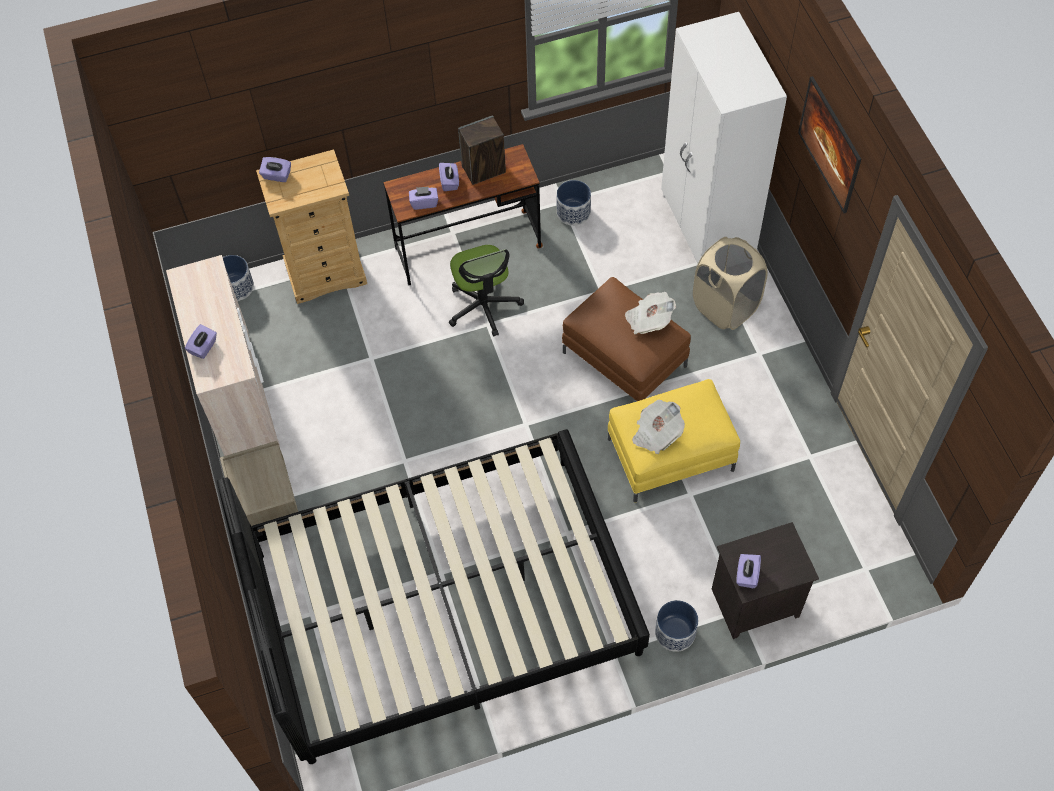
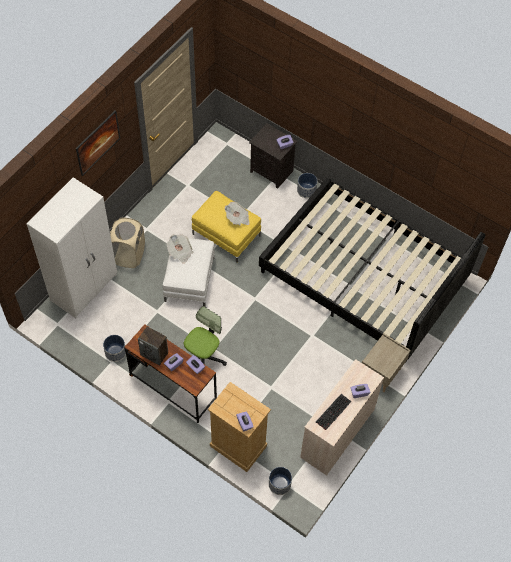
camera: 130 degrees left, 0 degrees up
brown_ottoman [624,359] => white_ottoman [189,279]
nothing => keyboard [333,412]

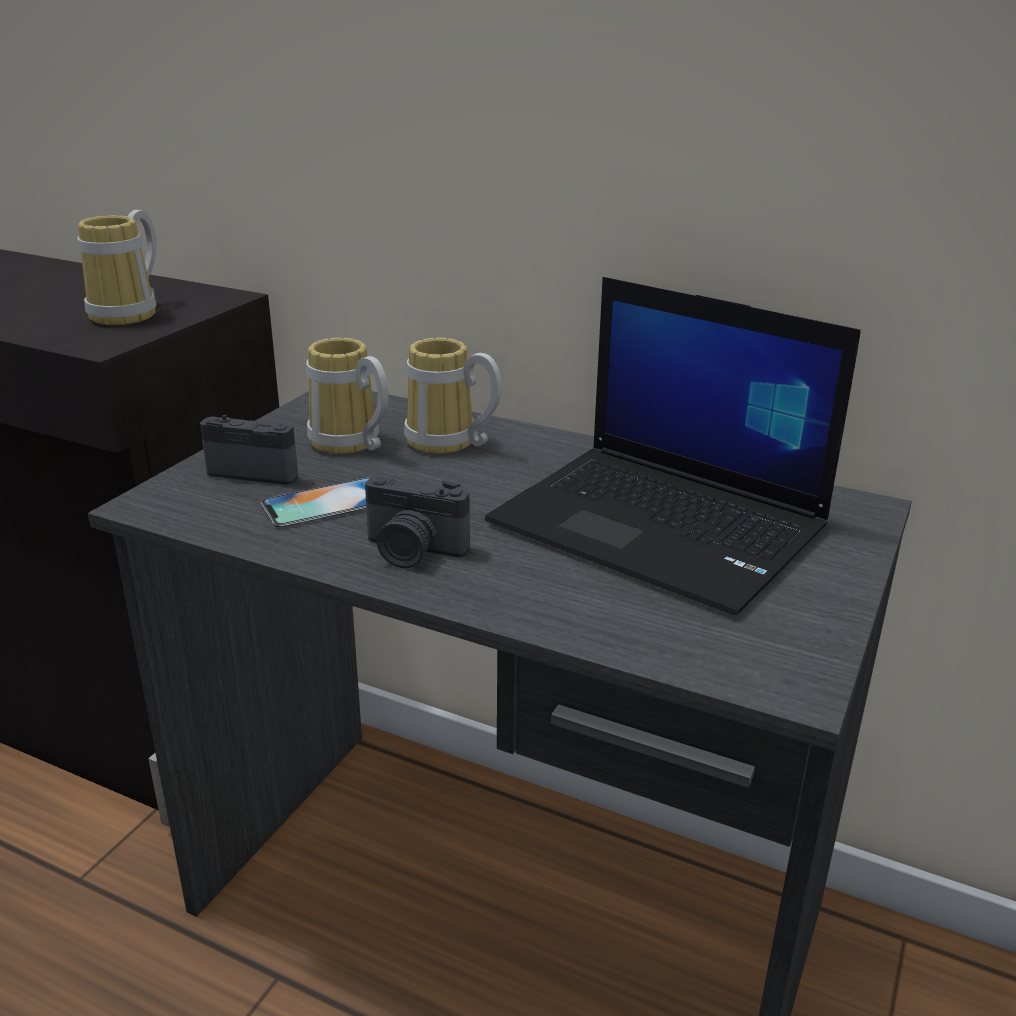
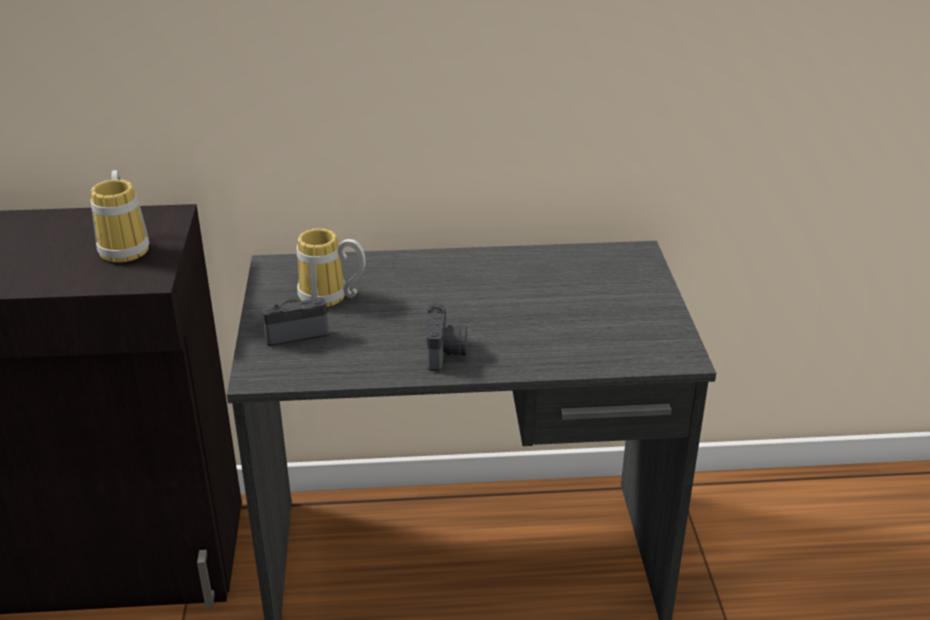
camera: 30 degrees left, 5 degrees up
phone [326,503] => nothing
photo_camera [412,552] => photo_camera [446,353], 75 degrees counterclockwise
mug [447,444] => nothing
laptop [663,525] => nothing

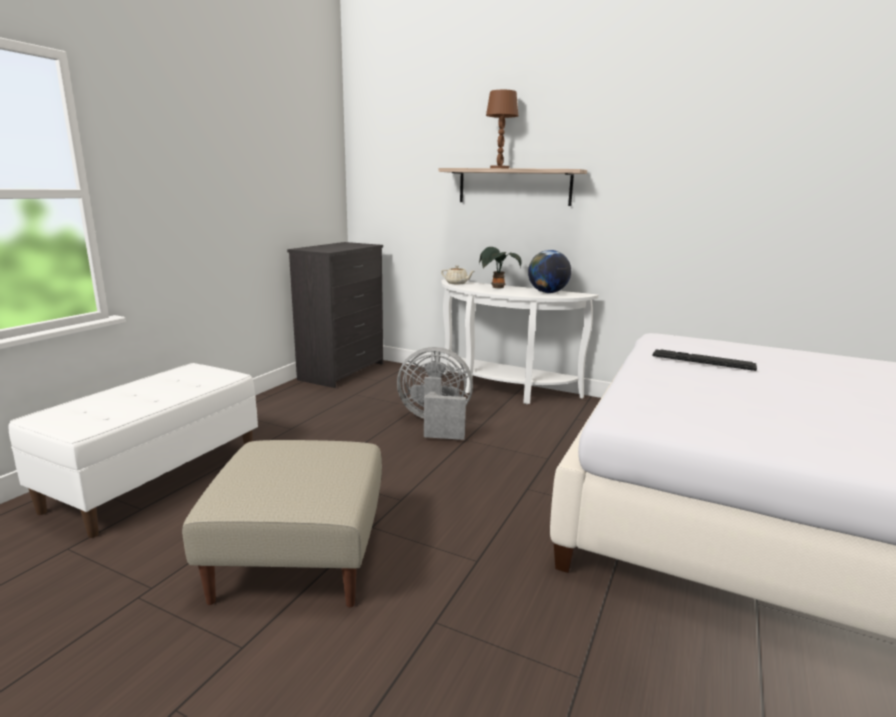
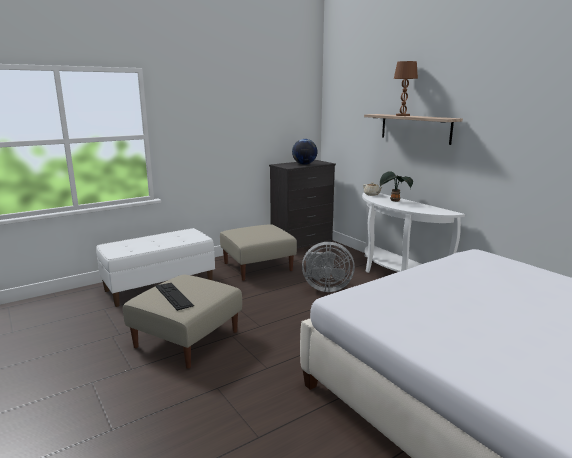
camera: 30 degrees right, 0 degrees up
grey_fan [435,423] => grey_fan [325,288], 150 degrees clockwise
globe [547,292] => globe [304,164], move
keyboard [703,360] => keyboard [174,295], move
nothing => beige_ottoman [258,266]

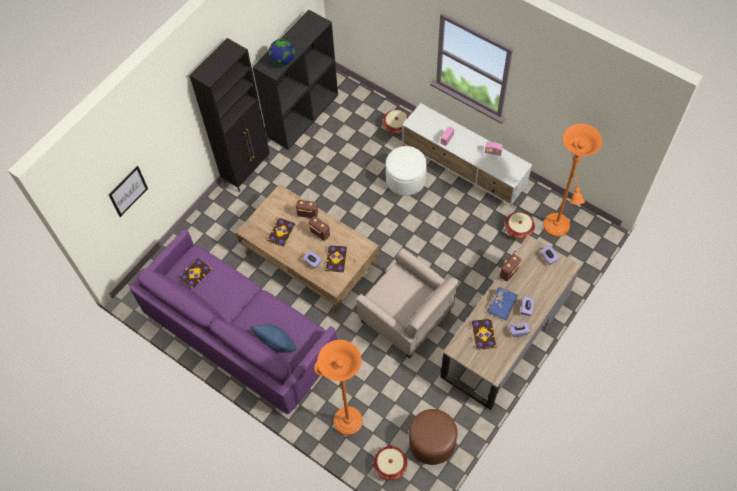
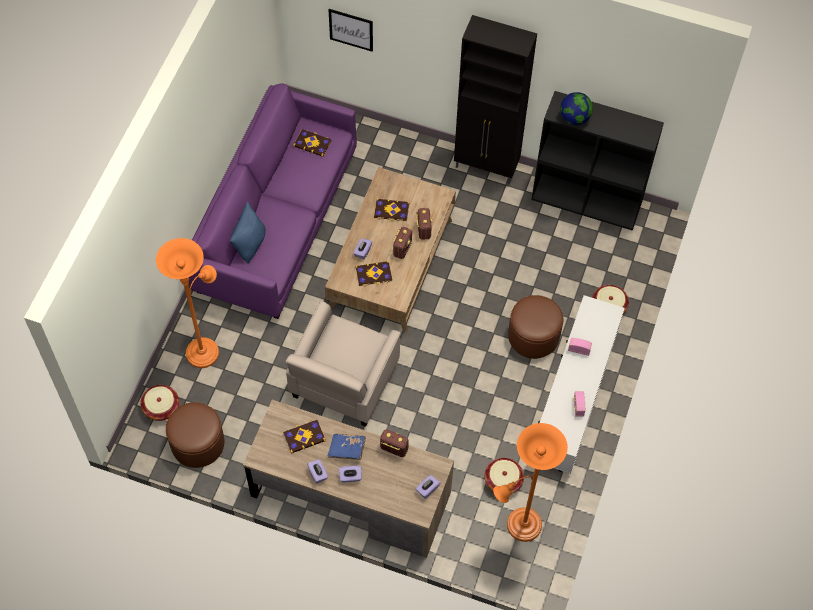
camera: 70 degrees right, 0 degrees up
white_ottoman [405,179] => brown_ottoman [533,336]

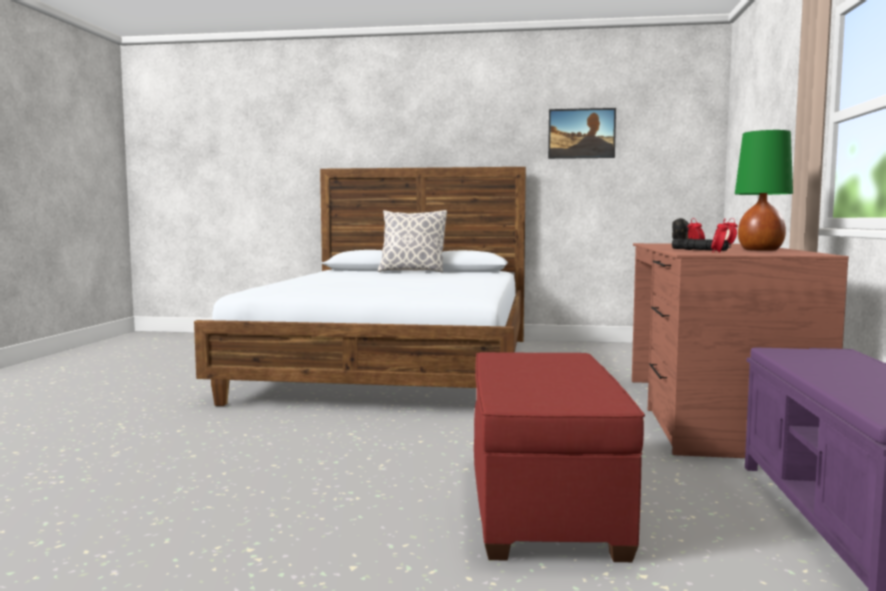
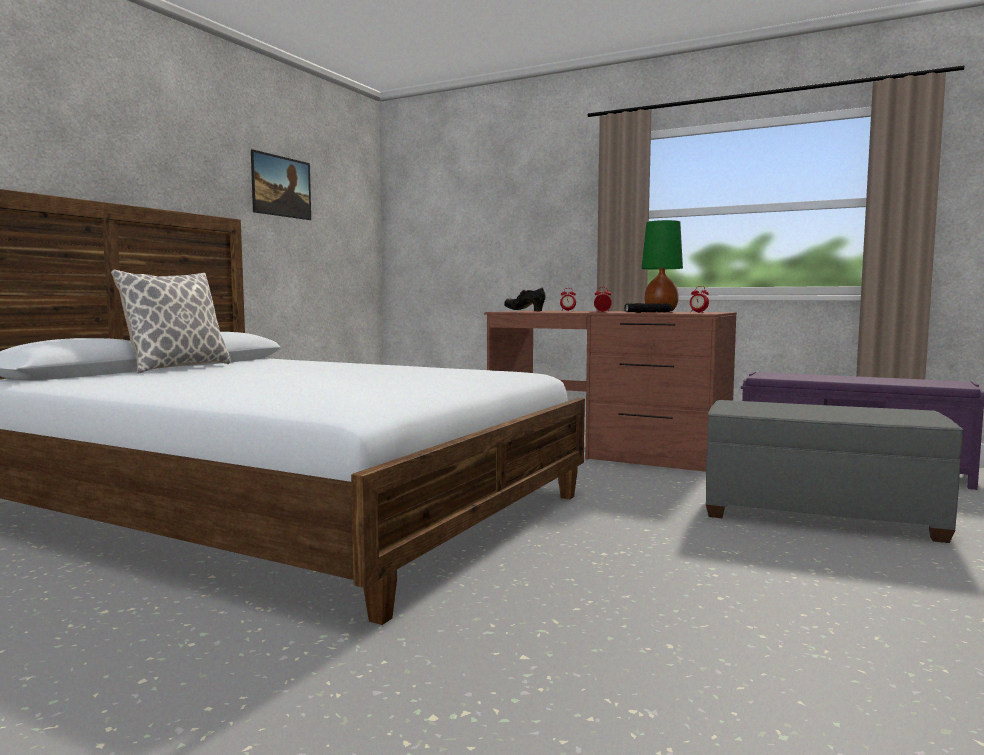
camera: 70 degrees left, 0 degrees up
red_ottoman [543,501] => grey_ottoman [820,515]

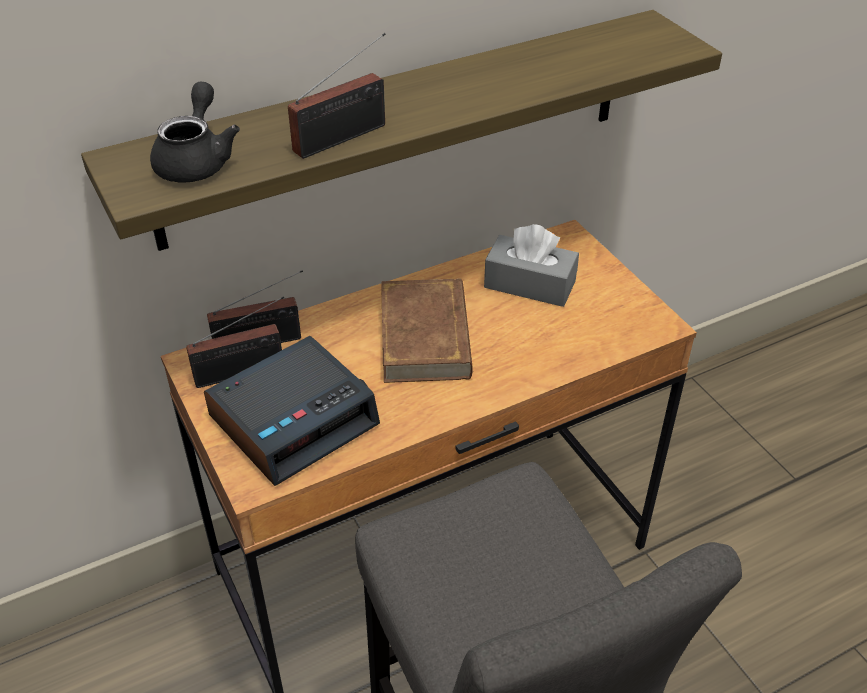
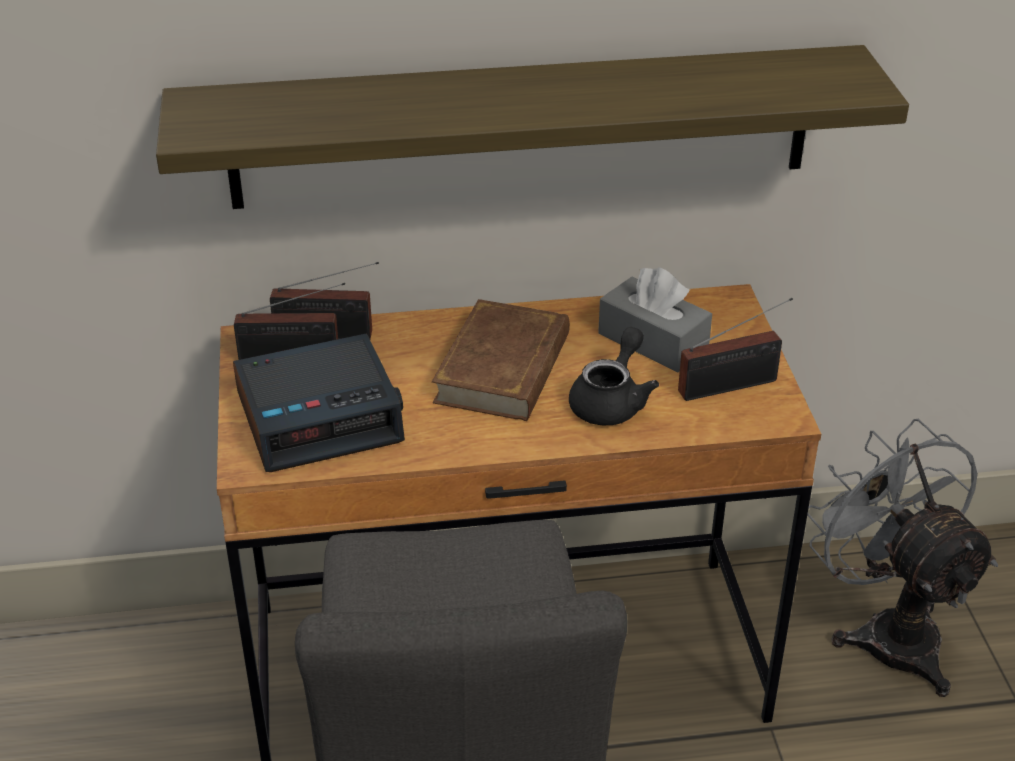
camera: 20 degrees right, 5 degrees down
black_teapot [197,160] => black_teapot [612,401], move
radio [345,137] => radio [733,386], move
nothing => grey_fan [887,631]

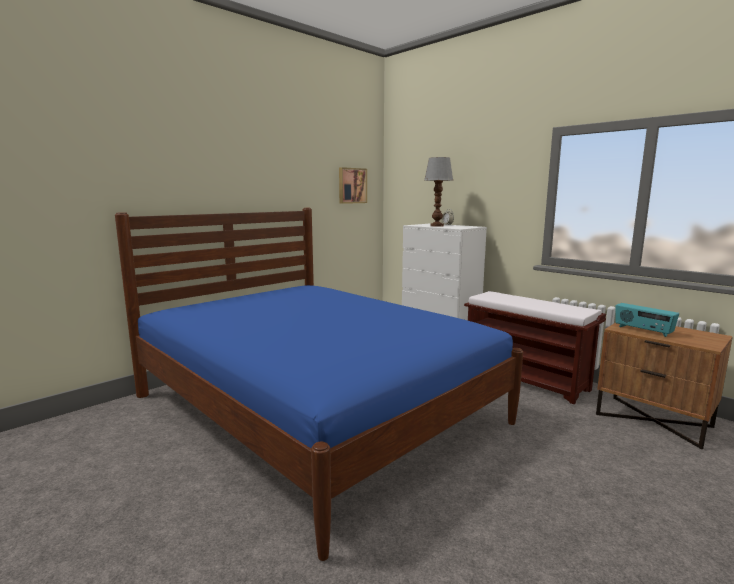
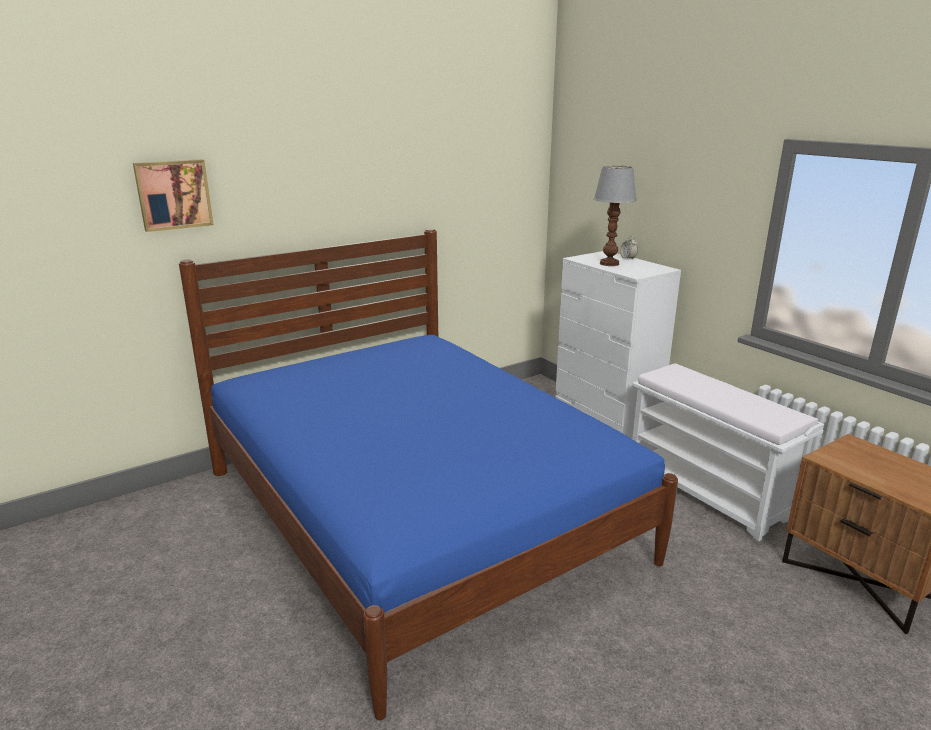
camera: 10 degrees right, 10 degrees up
picture [352,185] => picture [173,194], move
brown_bench [526,379] => white_bench [708,492]
radio [643,331] => nothing

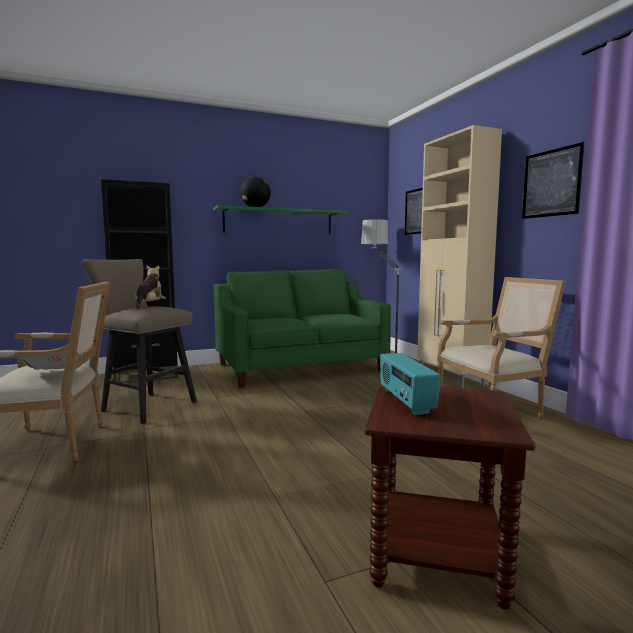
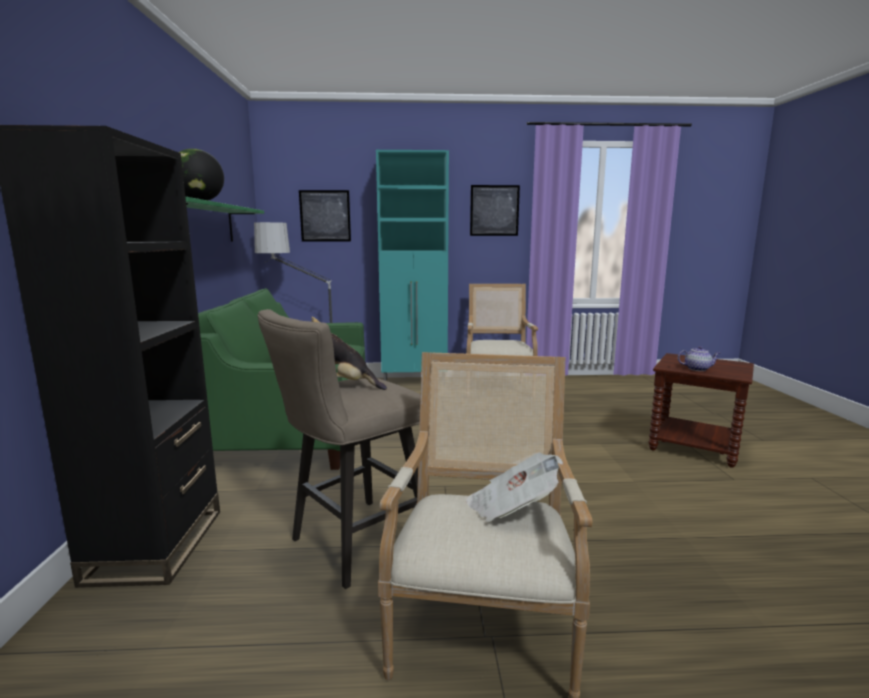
camera: 70 degrees left, 5 degrees up
radio [405,402] => teapot [697,369]
beige_cabinet [450,379] => turquoise_cabinet [415,382]

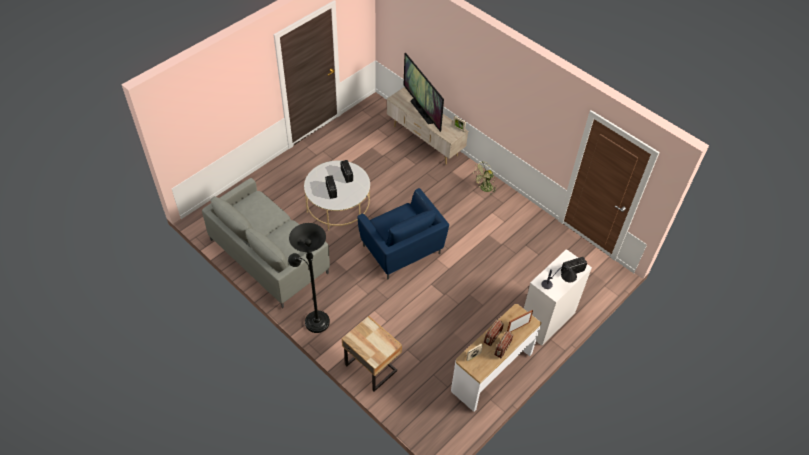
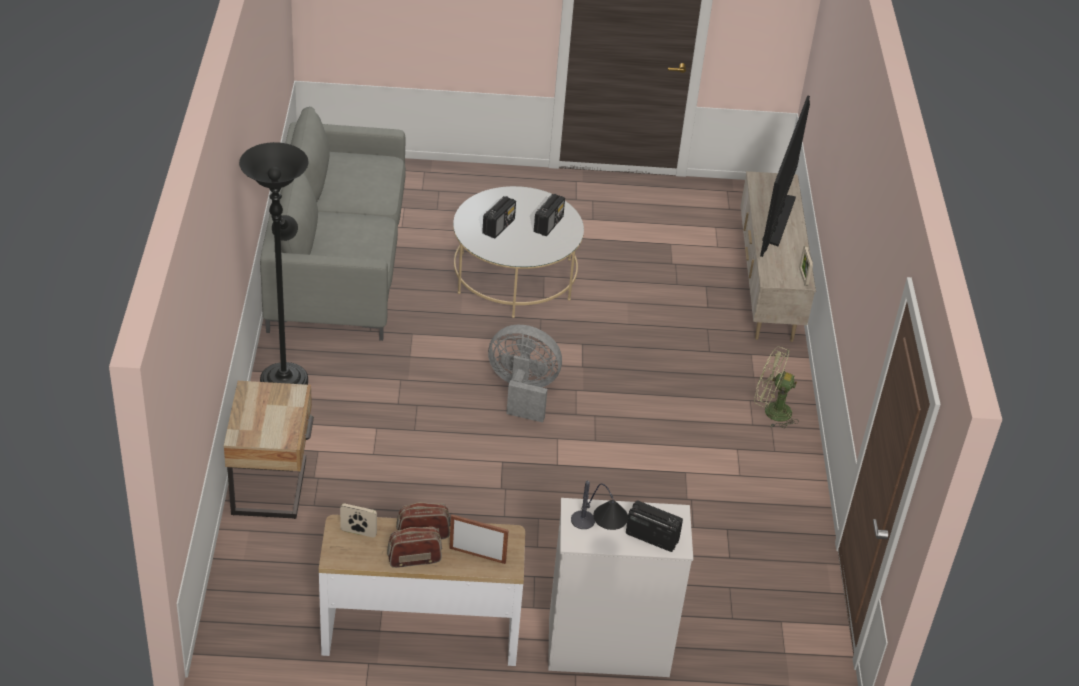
camera: 45 degrees right, 10 degrees down
blue_armchair [402,250] => grey_fan [522,391]

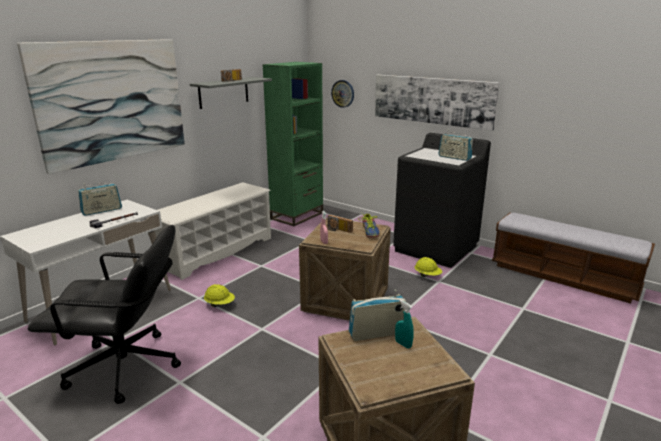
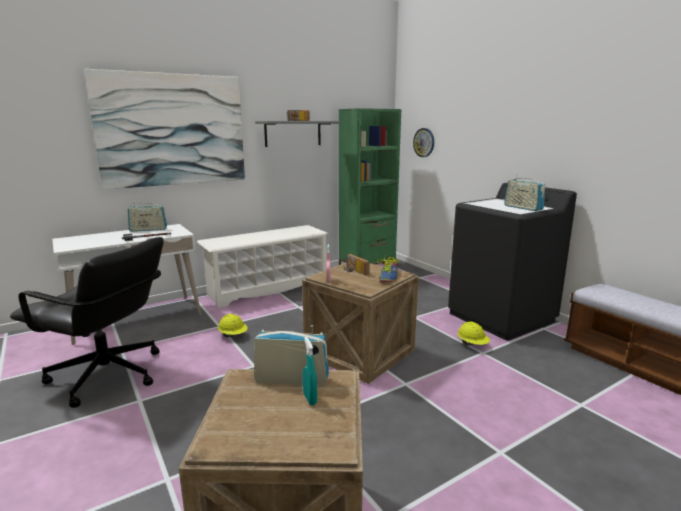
camera: 20 degrees right, 5 degrees down
picture [432,100] => nothing

